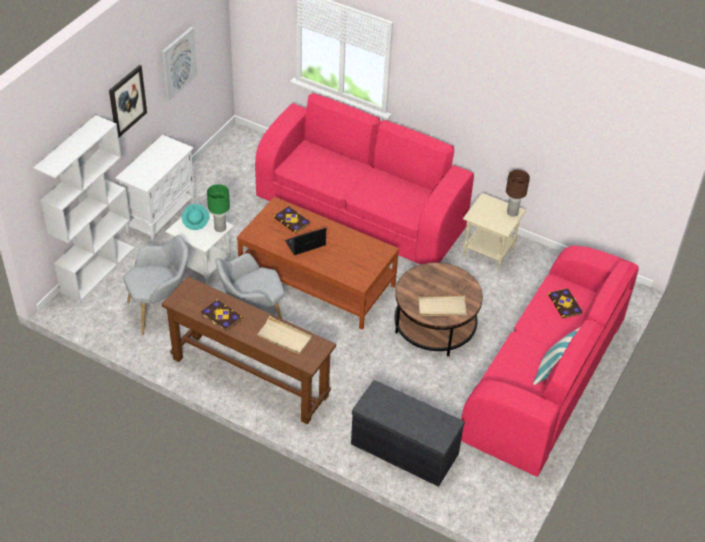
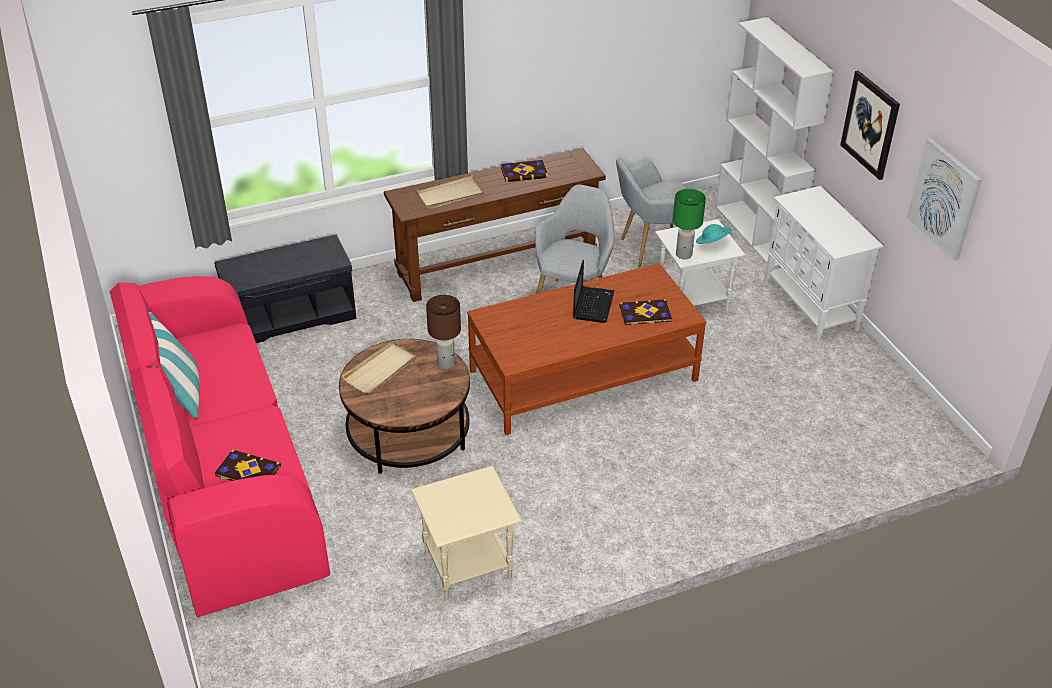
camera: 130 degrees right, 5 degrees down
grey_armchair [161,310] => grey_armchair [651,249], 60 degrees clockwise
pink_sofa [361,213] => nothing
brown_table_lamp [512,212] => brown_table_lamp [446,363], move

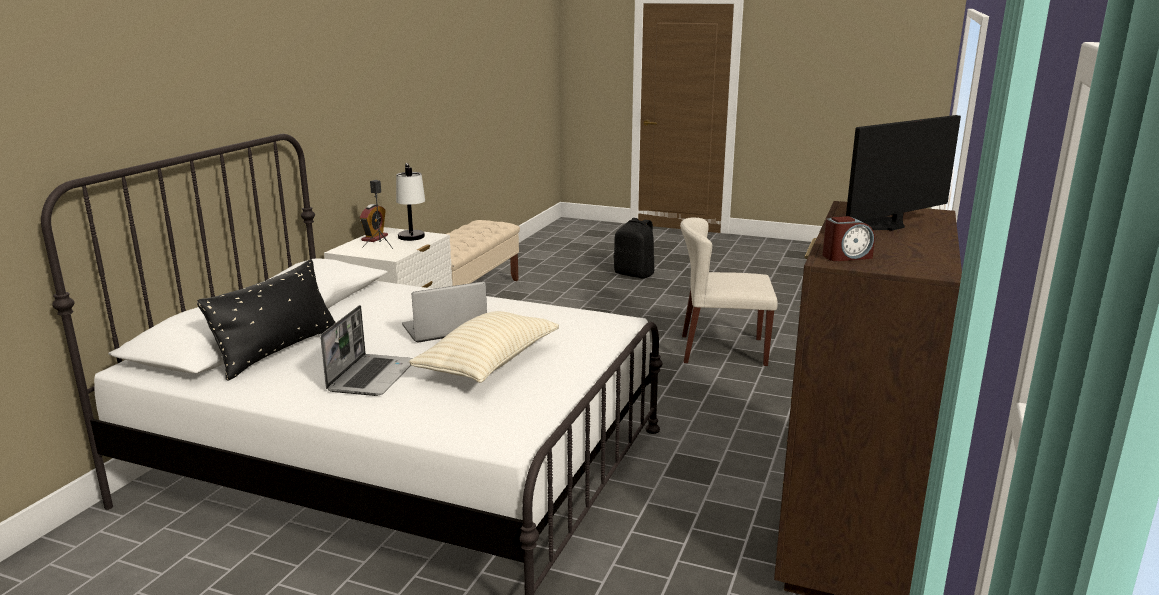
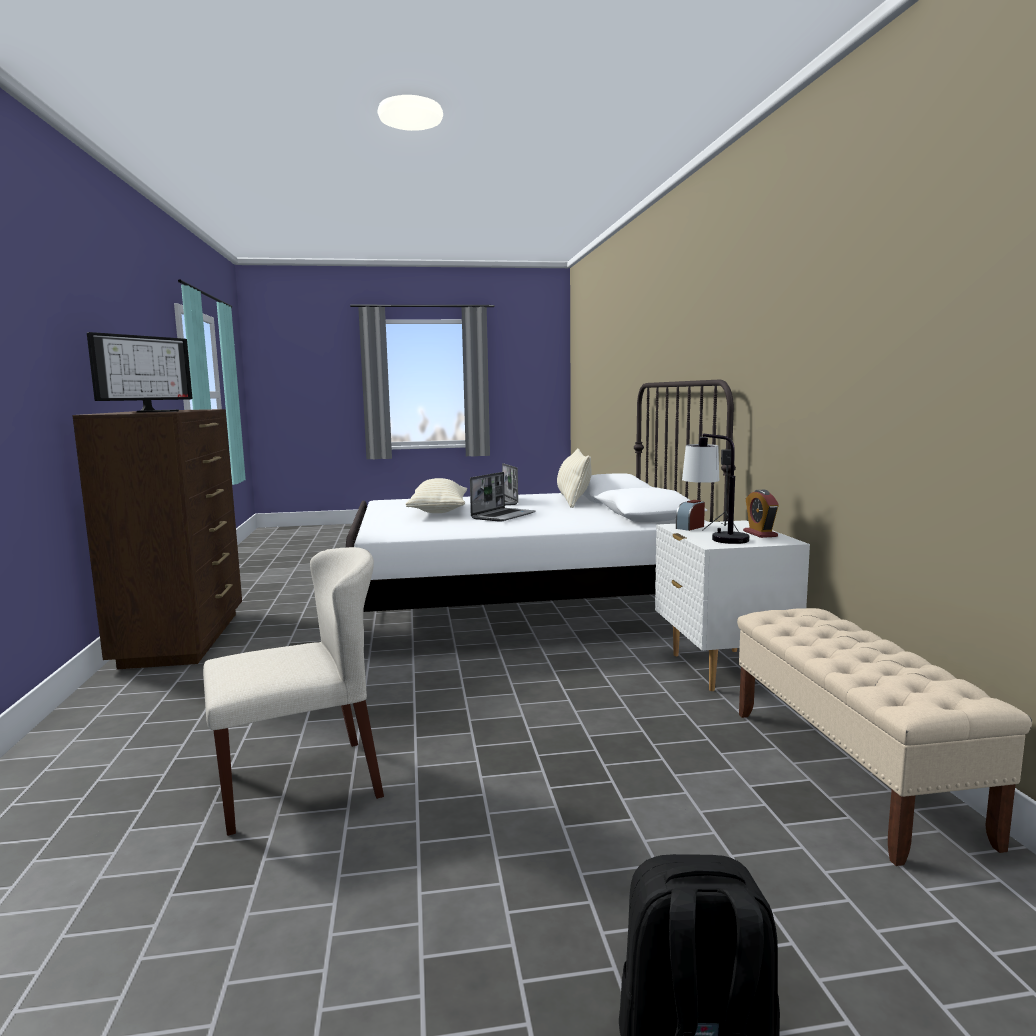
camera: 150 degrees right, 10 degrees down
black_pillow [278,351] => beige_pillow [573,500]
alarm_clock [846,256] => alarm_clock [690,527], move

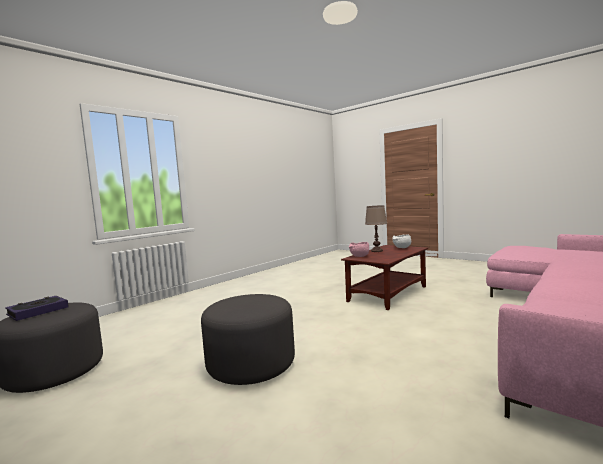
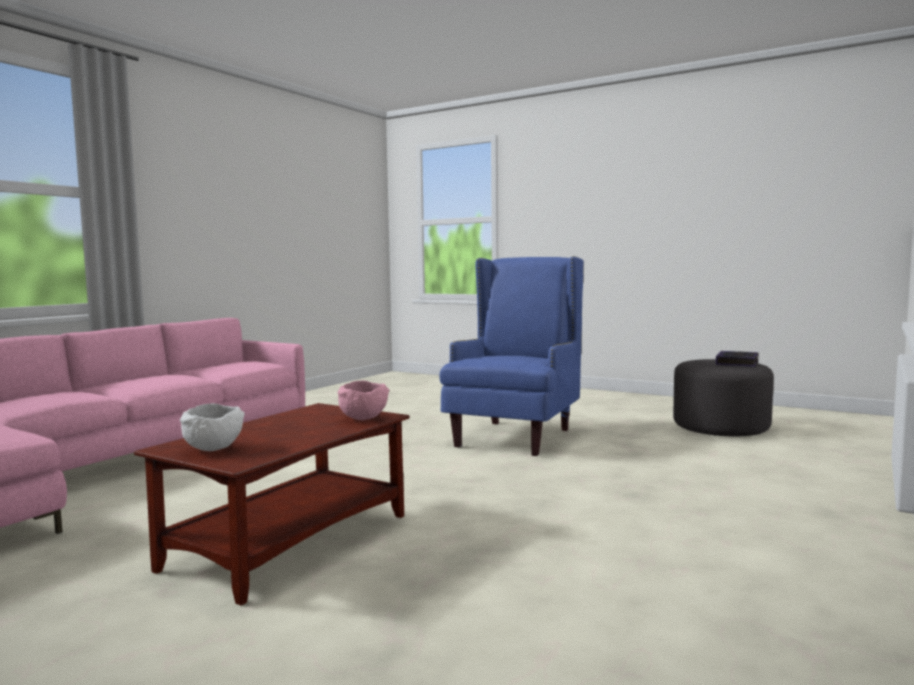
camera: 170 degrees right, 0 degrees up
grey_ottoman [251,364] => blue_armchair [514,437]
brown_table_lamp [377,251] => nothing

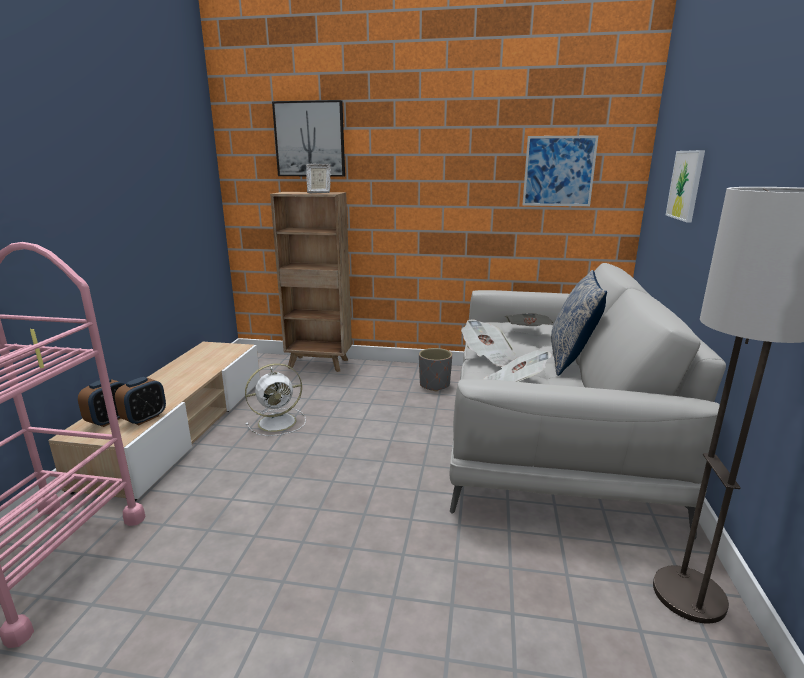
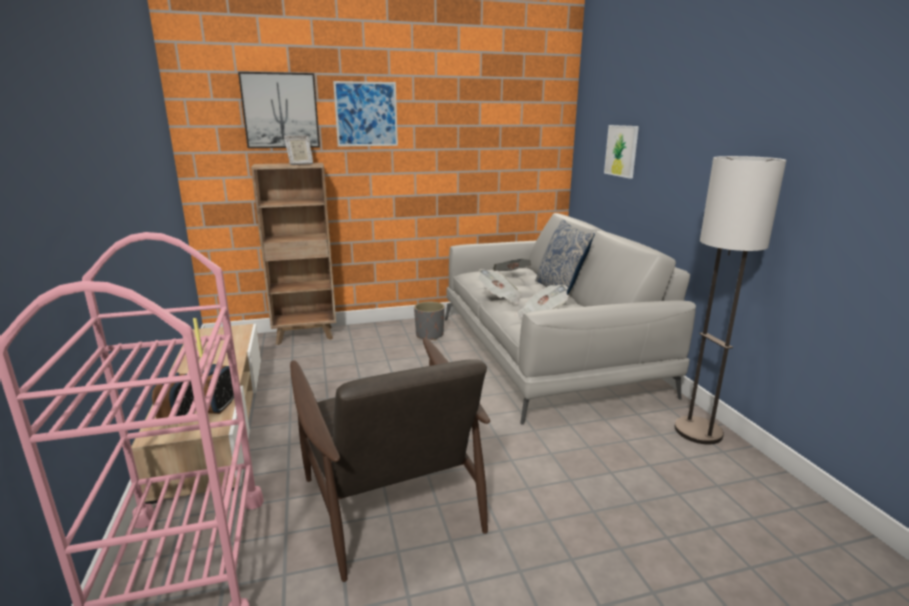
camera: 25 degrees left, 0 degrees up
white_fan [279,422] => nothing
picture [559,171] => picture [366,114], move
nothing => brown_armchair [391,499]

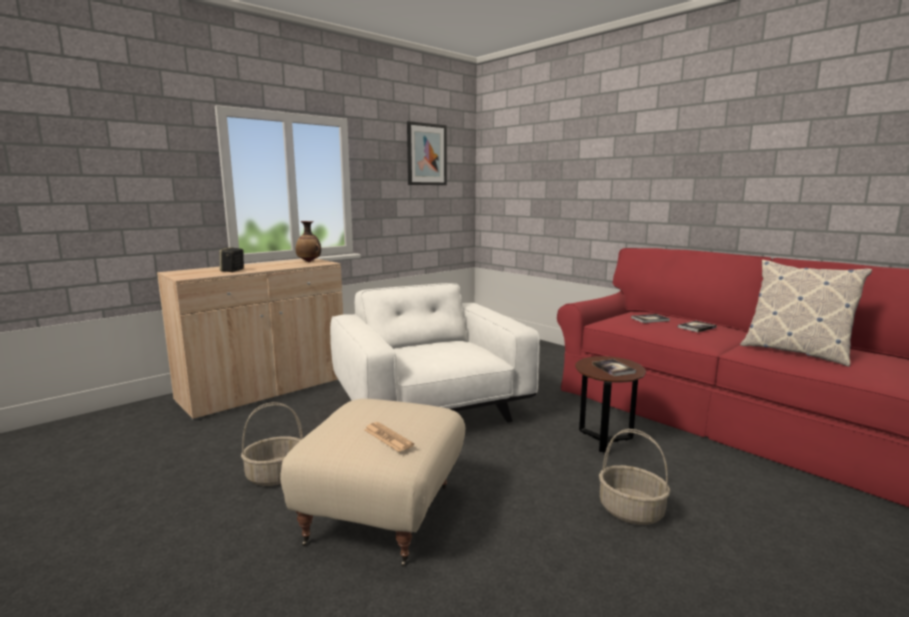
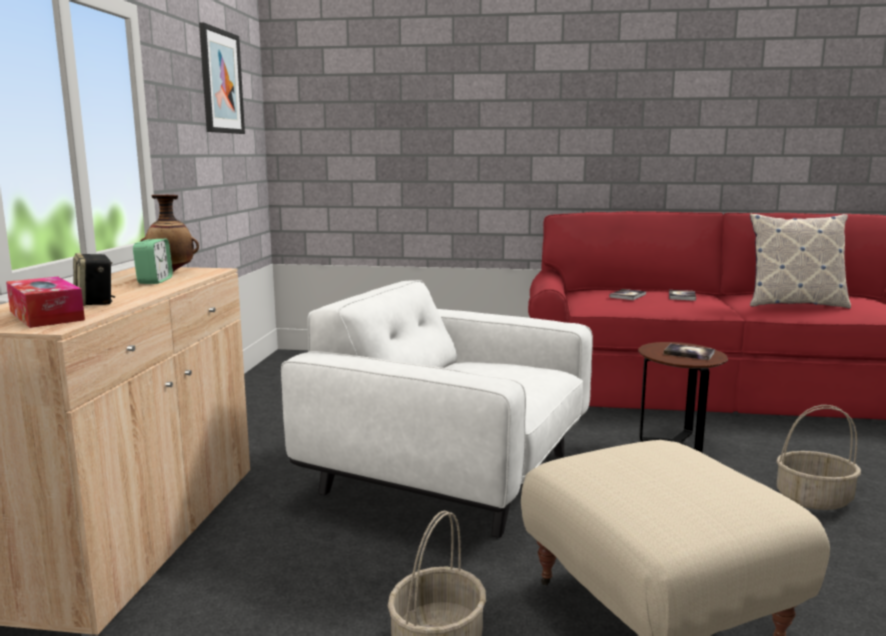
camera: 40 degrees left, 0 degrees up
newspaper [388,437] => nothing
nothing => tissue_box [46,315]
nothing => alarm_clock [155,281]

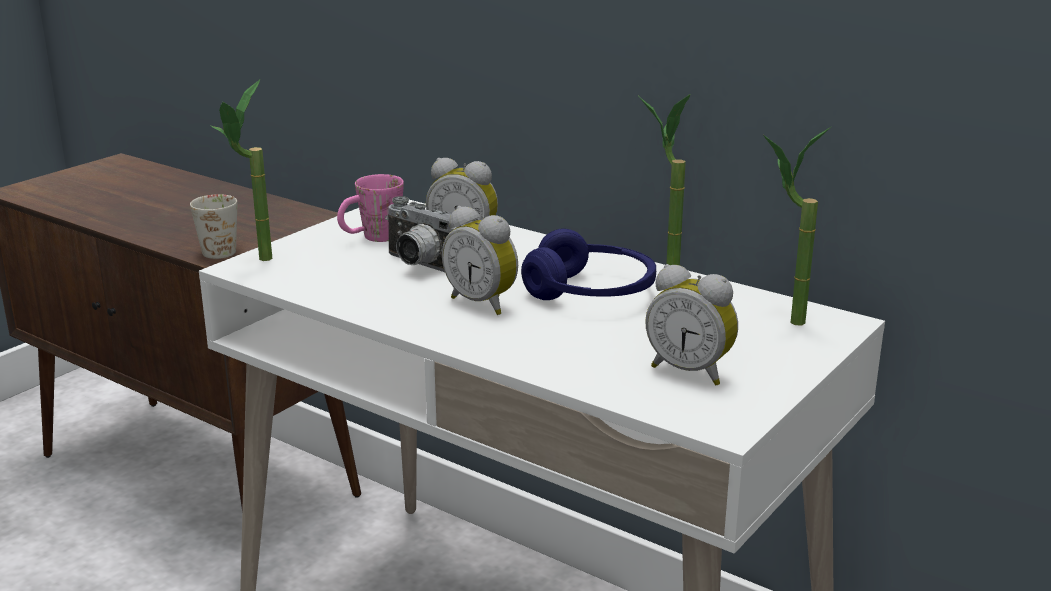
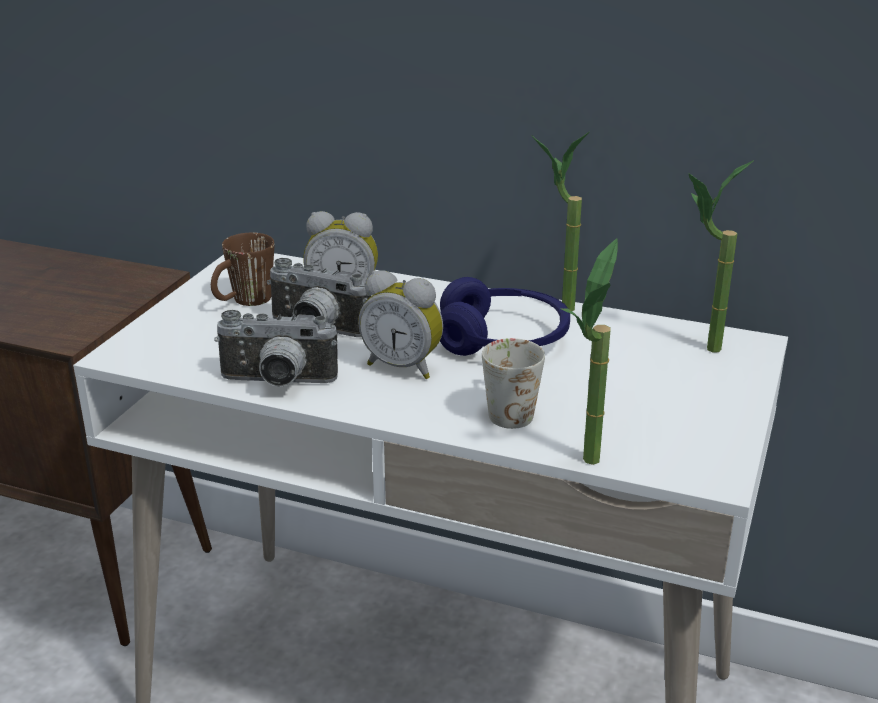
camera: 15 degrees left, 5 degrees up
white_mug [222,248] => white_mug [507,409], move
potted_plant [255,263] => potted_plant [587,469], move
pink_mug [371,238] => brown_mug [243,302]
alarm_clock [691,371] => nothing
nothing => photo_camera [277,383]

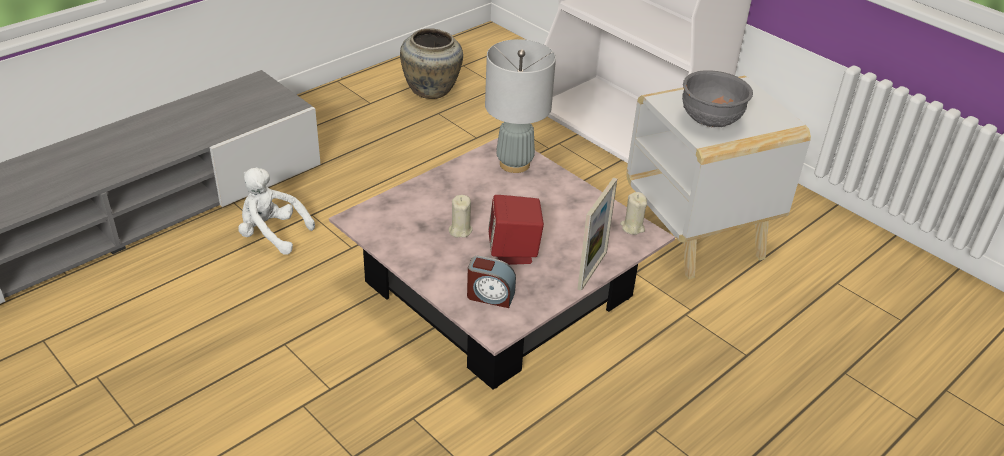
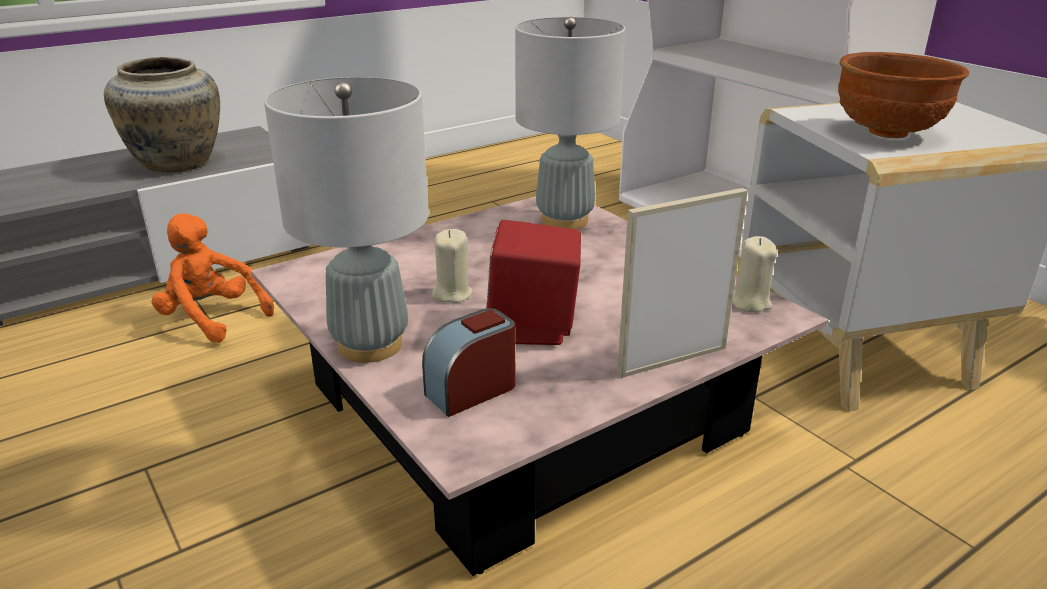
camera: 10 degrees right, 10 degrees down
white_plush_toy [272,234] => orange_plush_toy [212,318]
beige_vase [431,91] => beige_vase [176,164], move
alarm_clock [490,296] => alarm_clock [471,390], 120 degrees clockwise
picture_frame [592,270] => picture_frame [672,361], 150 degrees counterclockwise
grey_bowl [711,122] => brown_bowl [889,133]
nothing => grey_table_lamp [371,345]

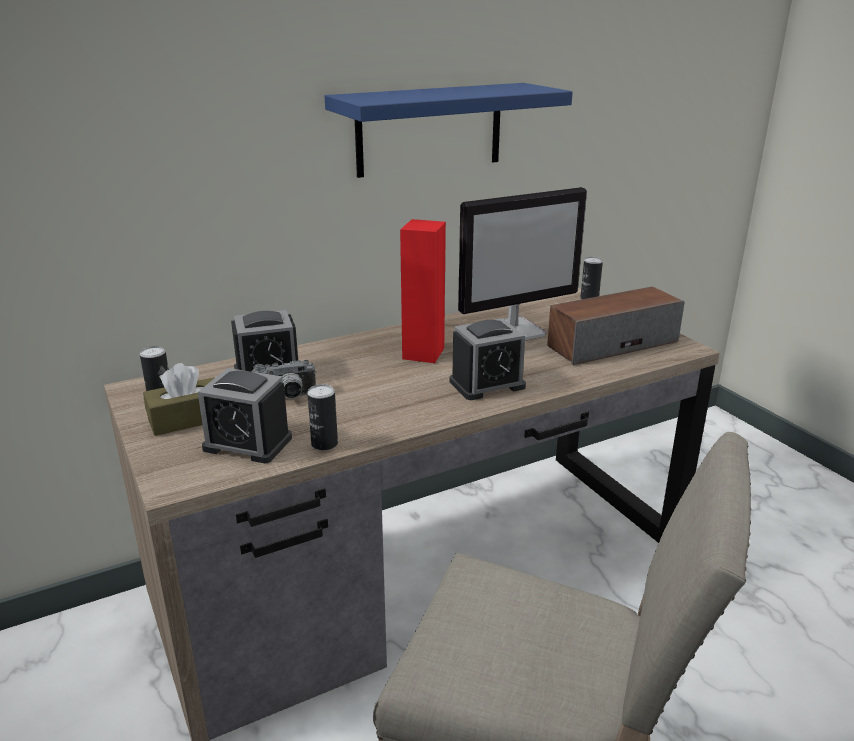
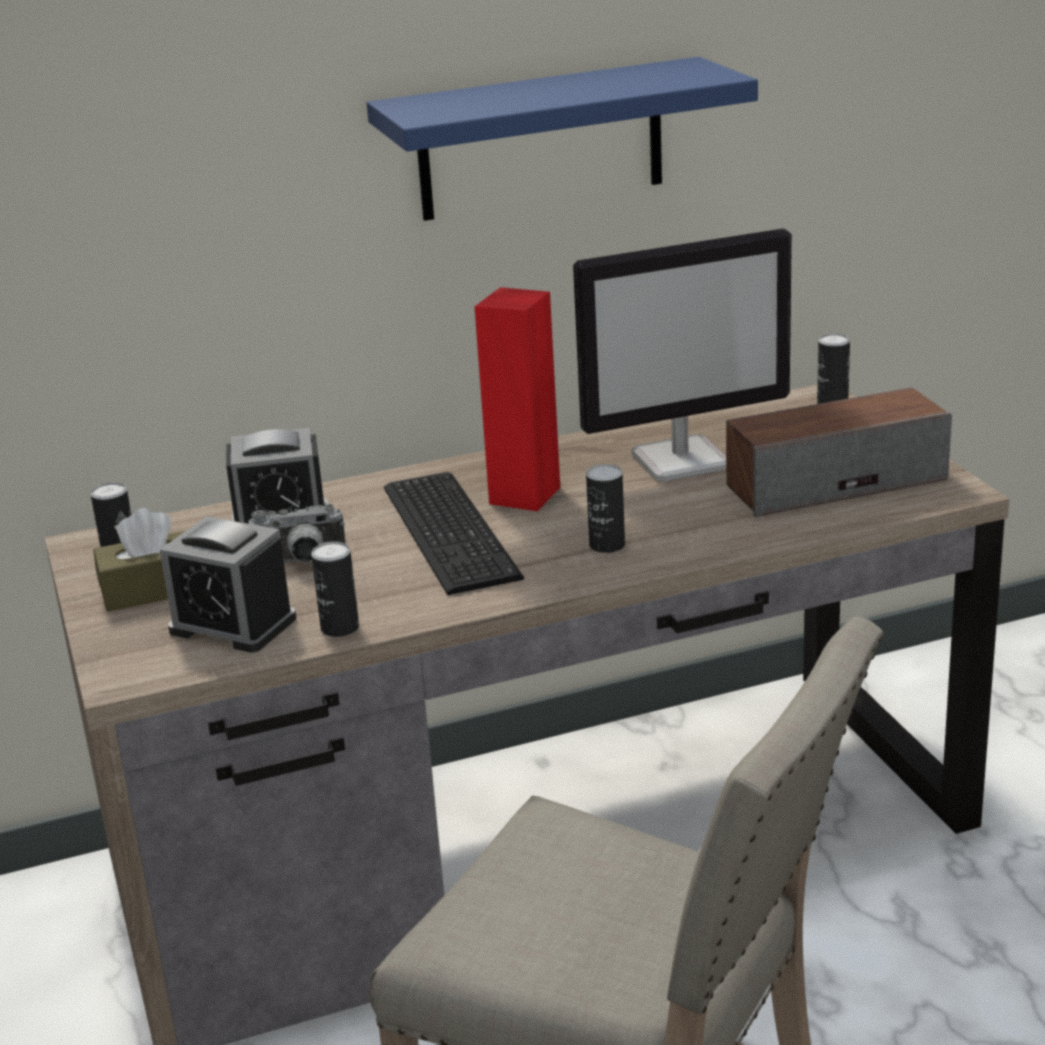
camera: 10 degrees right, 0 degrees up
alarm_clock [487,384] => can [607,545]
nothing => keyboard [453,529]

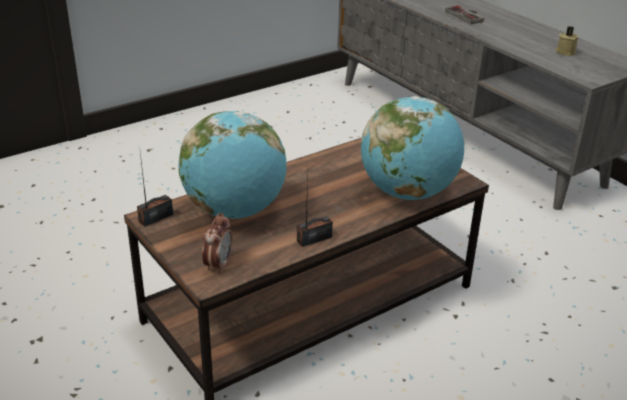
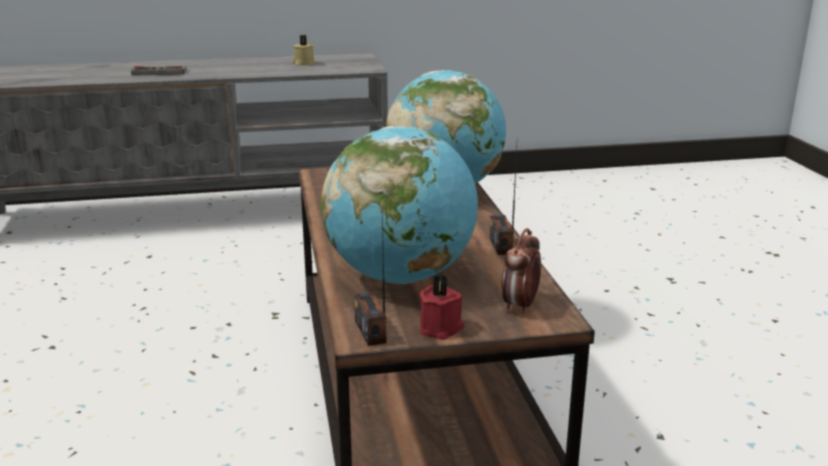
camera: 65 degrees left, 10 degrees down
alarm_clock [218,265] => alarm_clock [520,306], 105 degrees counterclockwise
nothing => red_candle [442,328]

